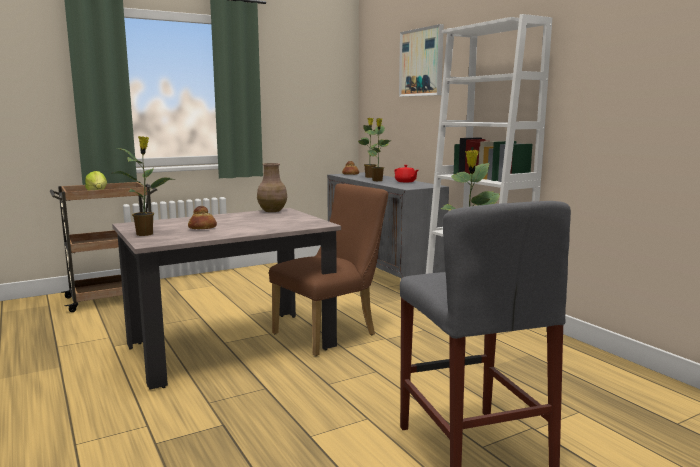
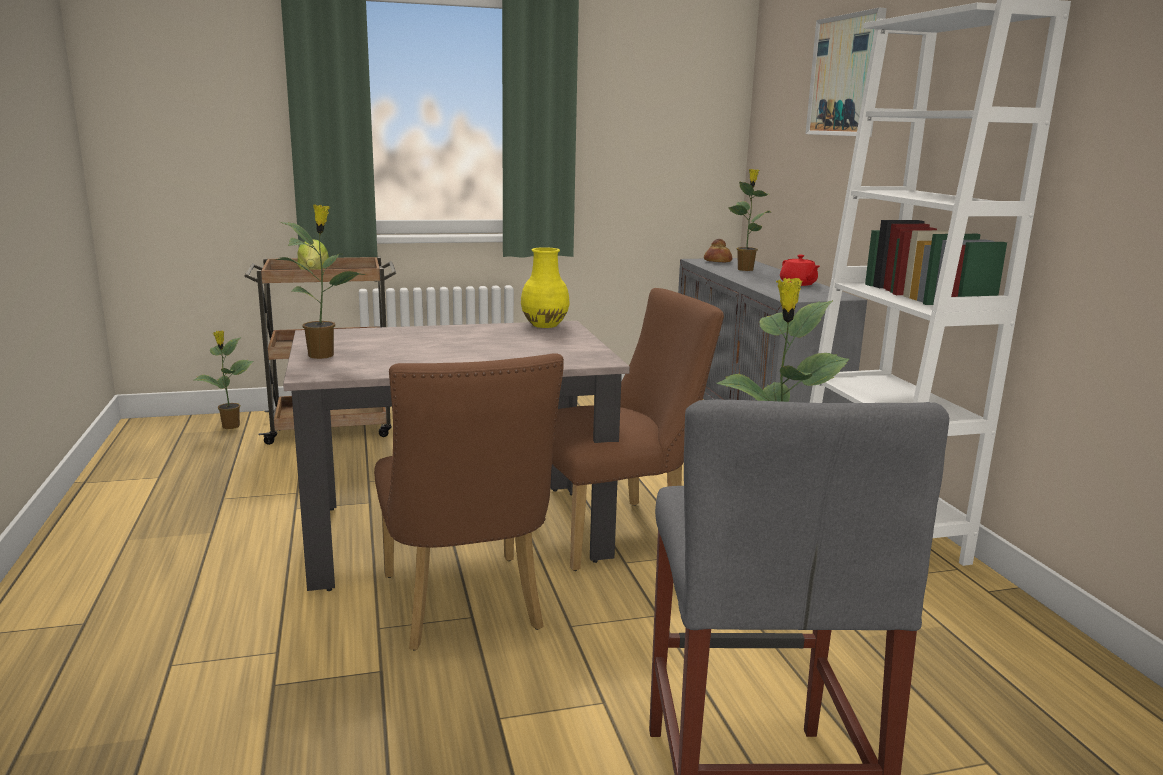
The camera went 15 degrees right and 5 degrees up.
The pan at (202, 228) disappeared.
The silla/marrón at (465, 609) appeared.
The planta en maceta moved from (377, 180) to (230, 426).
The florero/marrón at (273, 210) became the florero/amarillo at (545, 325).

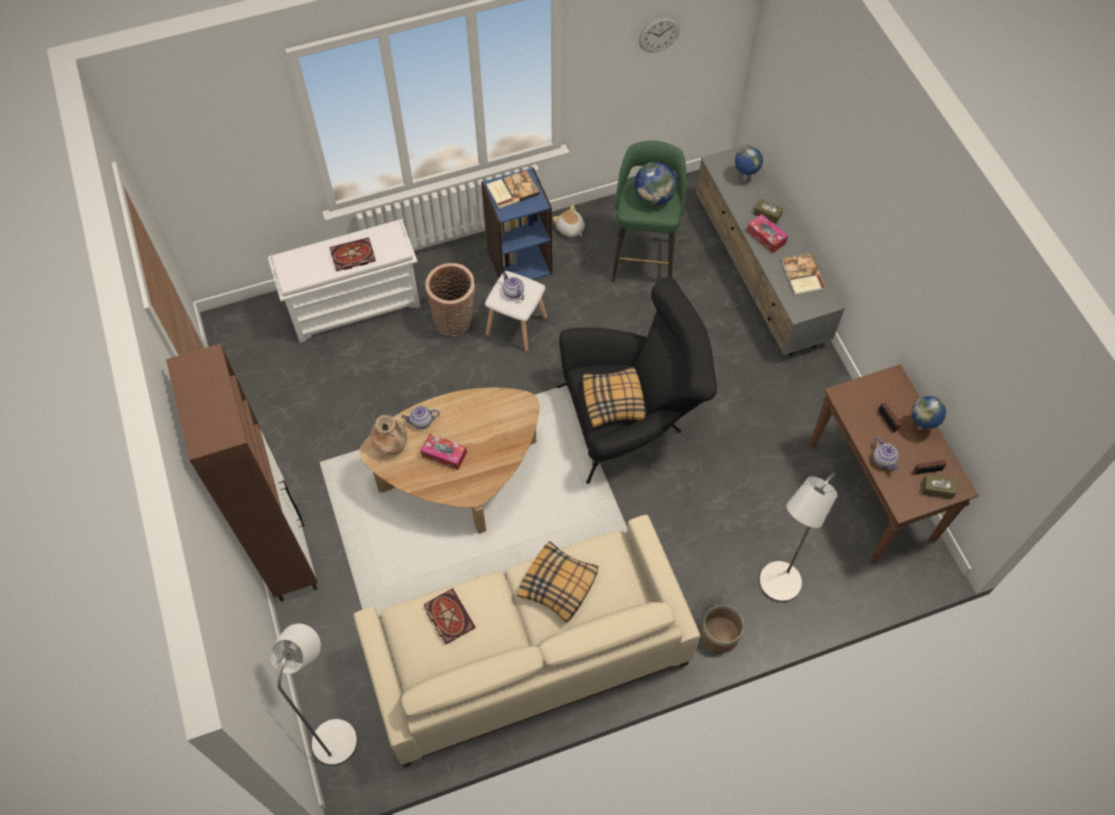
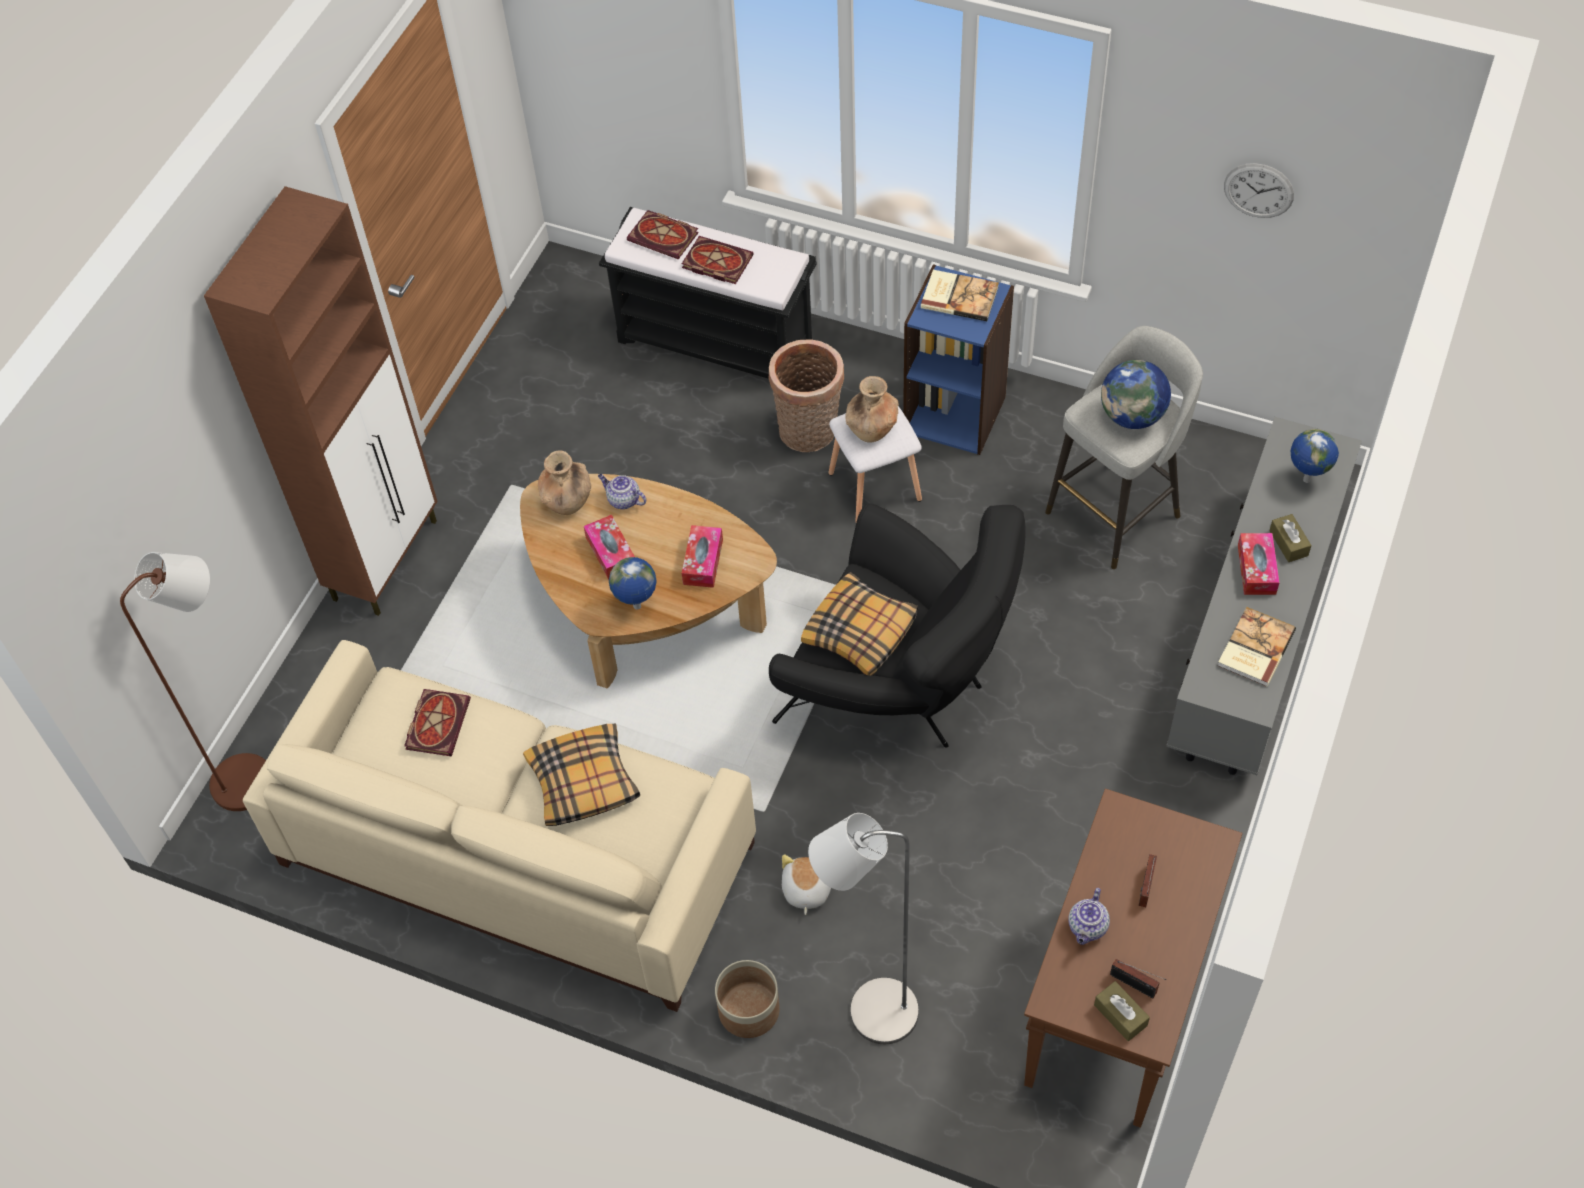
The camera went 45 degrees right and 5 degrees down.
The libro at (665, 237) appeared.
The caja de pañuelos at (703, 562) appeared.
The peluche moved from (570, 229) to (805, 889).
The globo terráqueo moved from (920, 427) to (637, 607).
The tetera at (513, 292) was replaced by the florero/marrón at (872, 427).
The banco/blanco at (356, 305) became the banco/negro at (717, 341).
The lámpara de pie/gris at (337, 733) became the lámpara de pie/marrón at (254, 776).
The taburete/verde at (644, 258) became the taburete/gris at (1116, 512).

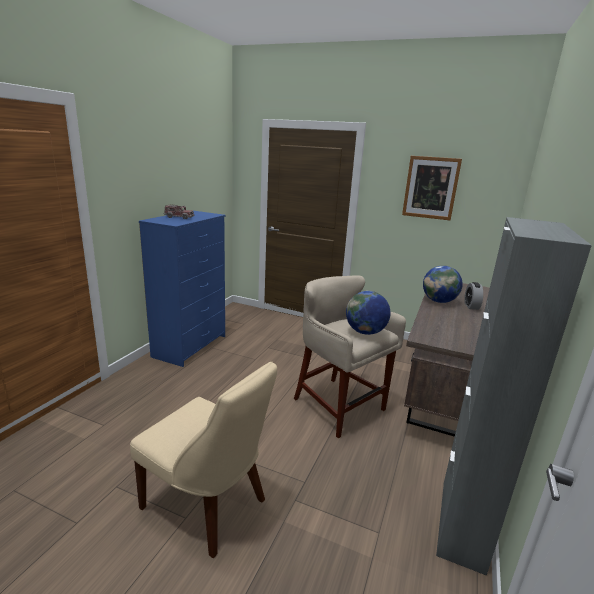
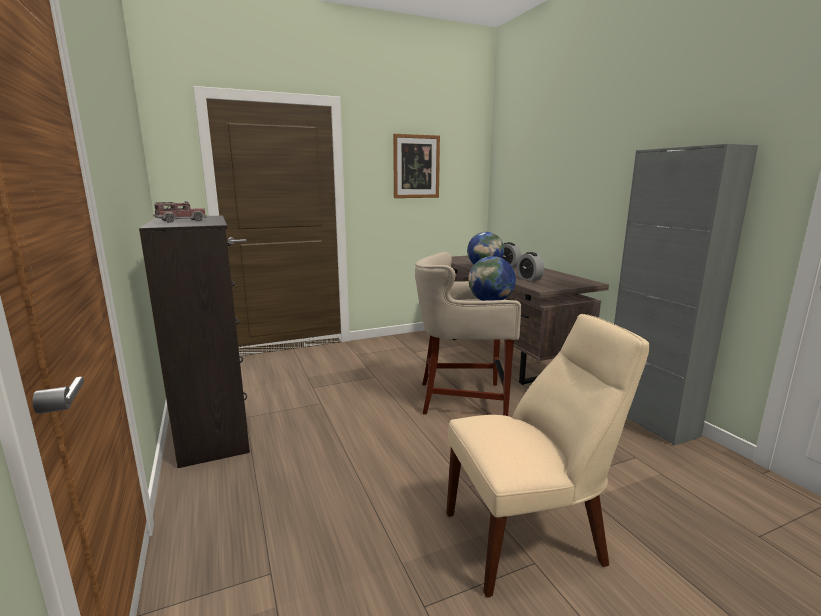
The camera went 45 degrees left and 5 degrees down.
The despertador at (529, 278) appeared.
The cómoda/azul at (191, 346) became the cómoda/negro at (215, 428).

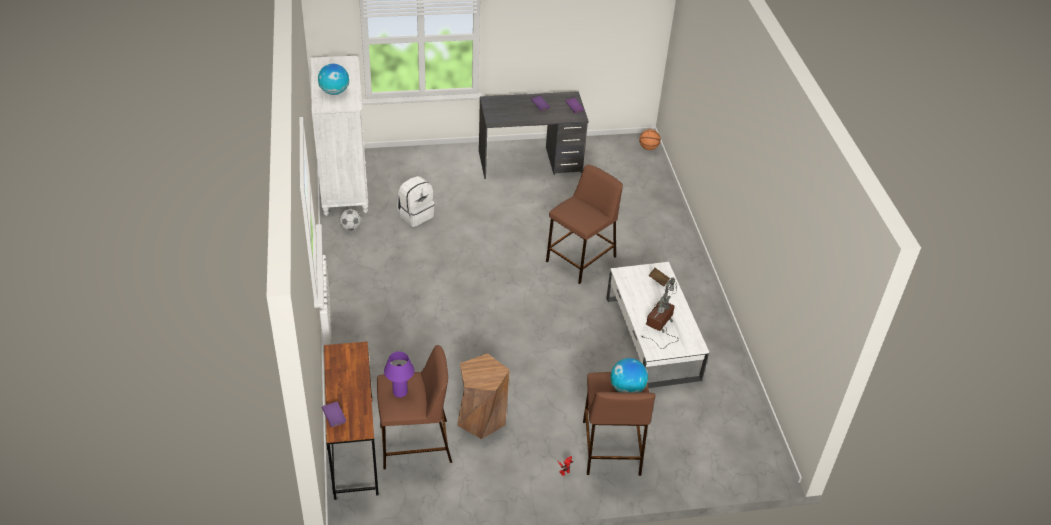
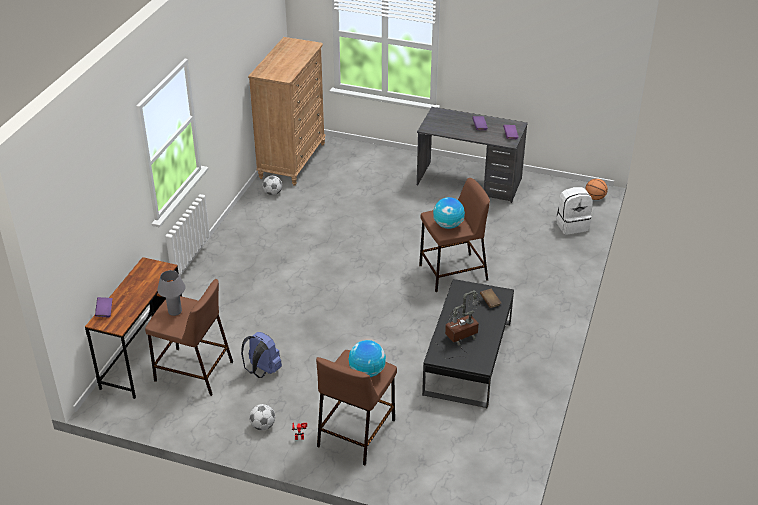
The camera went 30 degrees right and 5 degrees down.
The balón de fútbol at (263, 426) appeared.
The globo terráqueo moved from (334, 92) to (448, 225).
The mochila/blanco moved from (415, 215) to (572, 225).
The taburete/marrón at (481, 419) was replaced by the mochila/azul at (262, 371).
The cómoda/blanco at (344, 186) became the cómoda/marrón at (292, 161).
The lámpara de mesa/morado at (400, 392) became the lámpara de mesa/gris at (175, 311).
The mesa de centro/blanco at (652, 338) became the mesa de centro/negro at (468, 357).

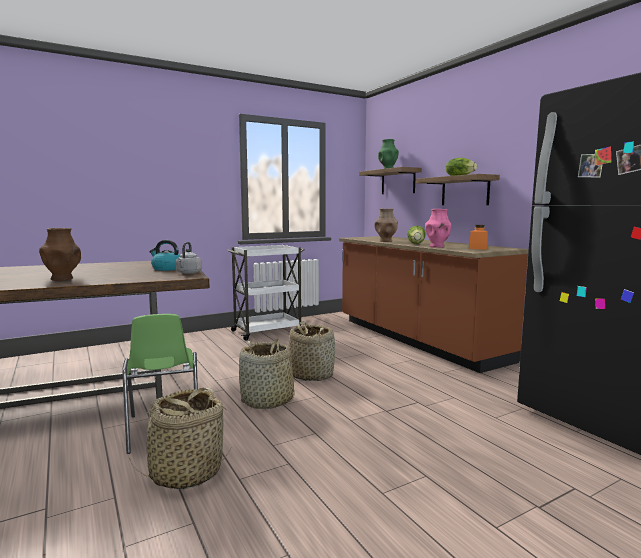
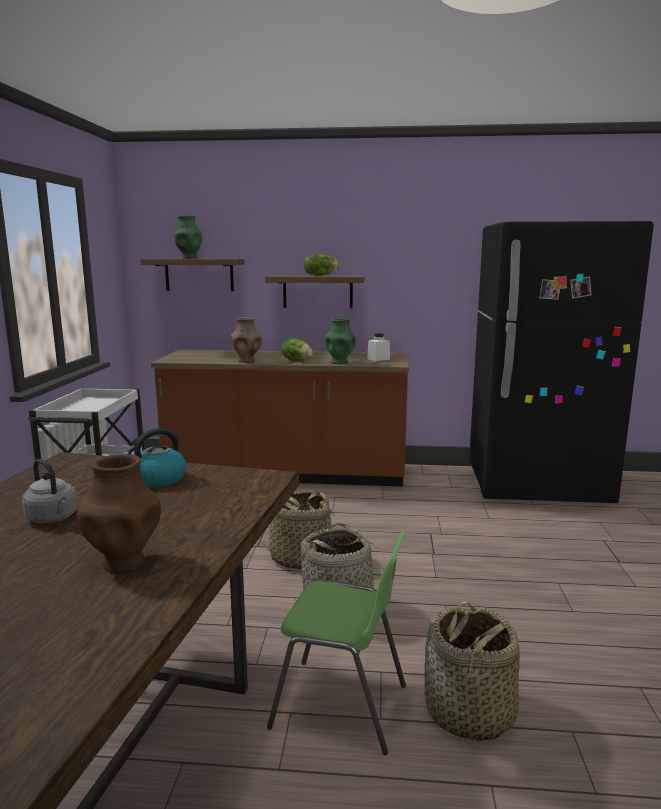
The camera went 55 degrees left and 5 degrees up.
The hervidor/gris moved from (188, 273) to (53, 518).
The florero/rosa at (437, 247) became the florero/verde at (340, 362).
The tarro/naranja at (478, 248) became the tarro/blanco at (378, 359).

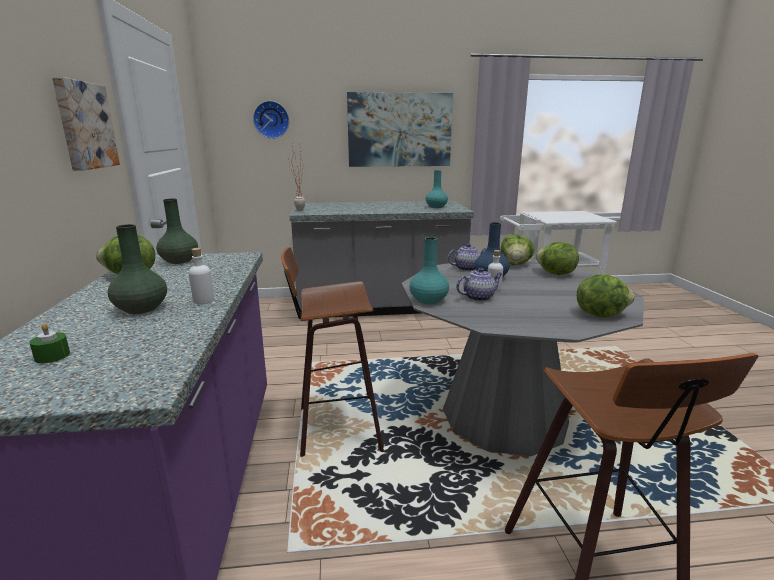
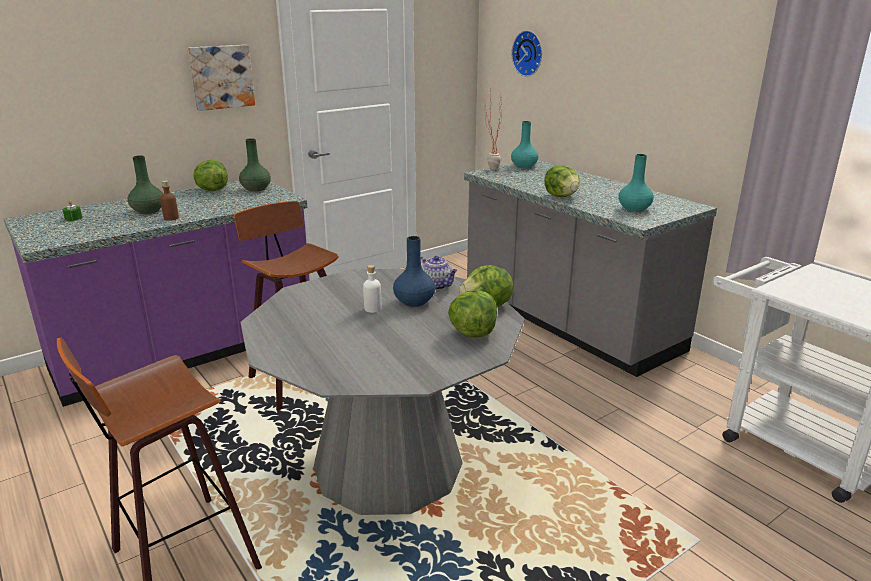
The camera went 60 degrees right and 5 degrees up.
The cuadro at (399, 130) disappeared.
The tetera at (479, 297) disappeared.
The florero/turquesa moved from (429, 300) to (524, 166).
The lechuga moved from (600, 314) to (561, 196).
The botella/blanco at (203, 300) became the botella/marrón at (171, 218).

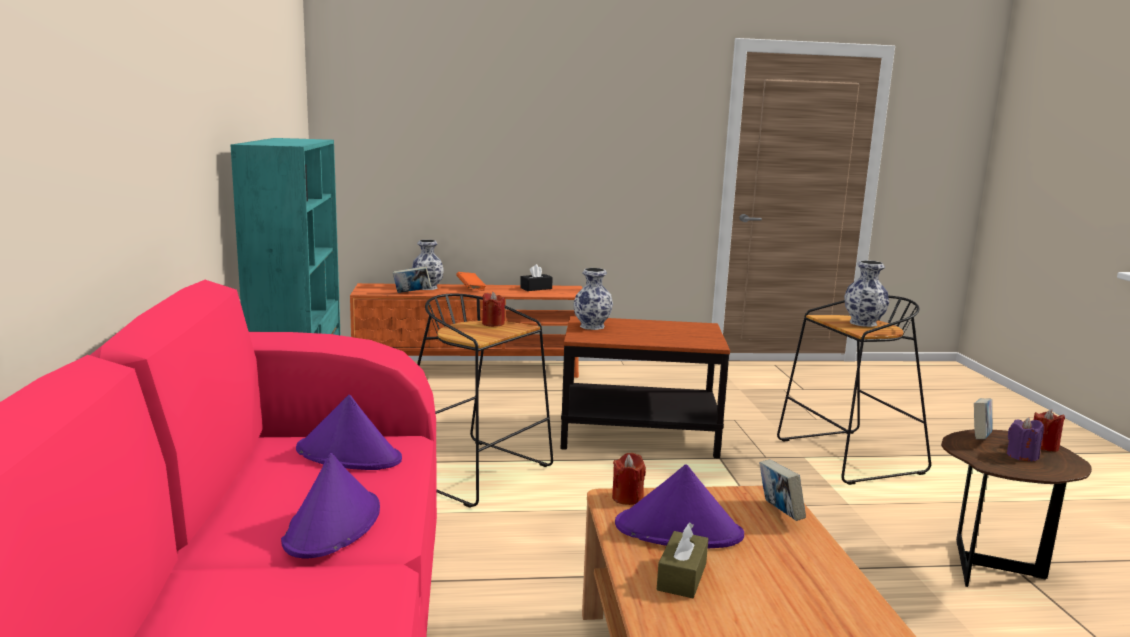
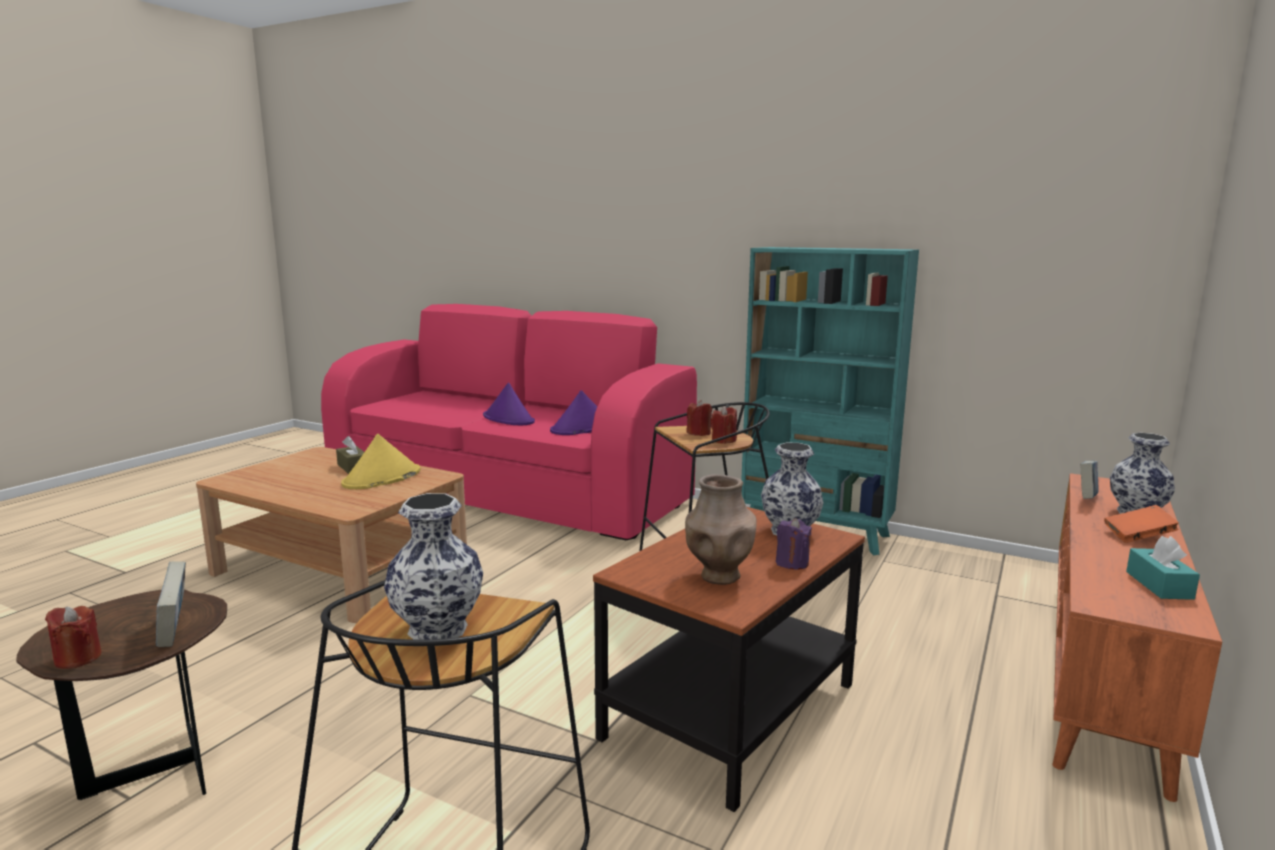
The camera went 125 degrees right and 0 degrees up.
The libro at (779, 513) disappeared.
The florero/marrón at (719, 576) appeared.
The vela/rojo moved from (627, 498) to (699, 433).
The vela/morado moved from (1022, 456) to (792, 563).
The caja de pañuelos/negro at (536, 288) became the caja de pañuelos/turquesa at (1159, 585).
The sombrero/morado at (679, 531) became the sombrero/amarillo at (382, 478).

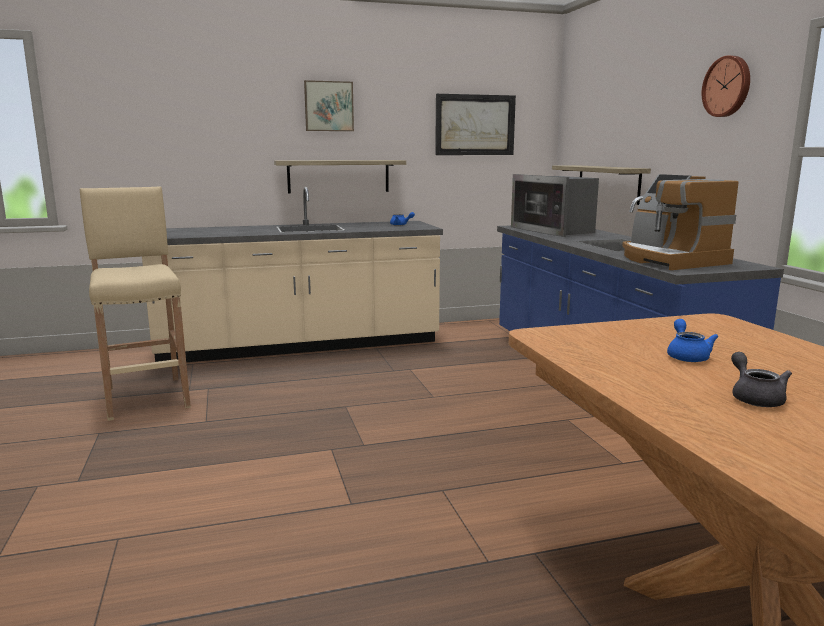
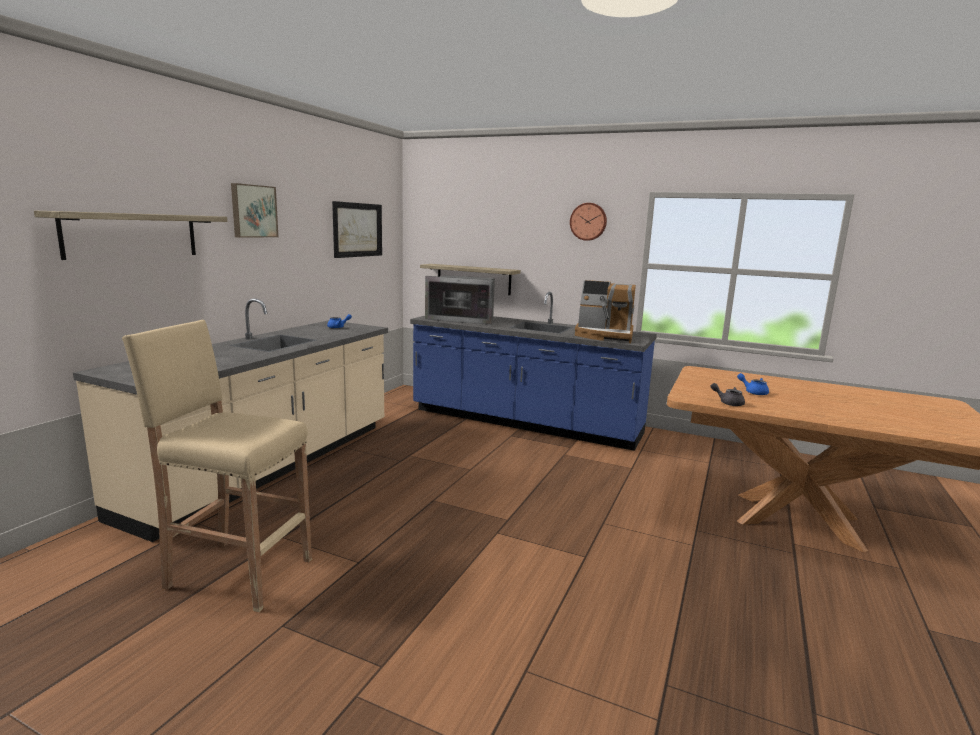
The camera went 50 degrees left and 0 degrees up.
The estante moved from (338, 176) to (132, 235).
The tetera/gris moved from (754, 398) to (728, 403).

